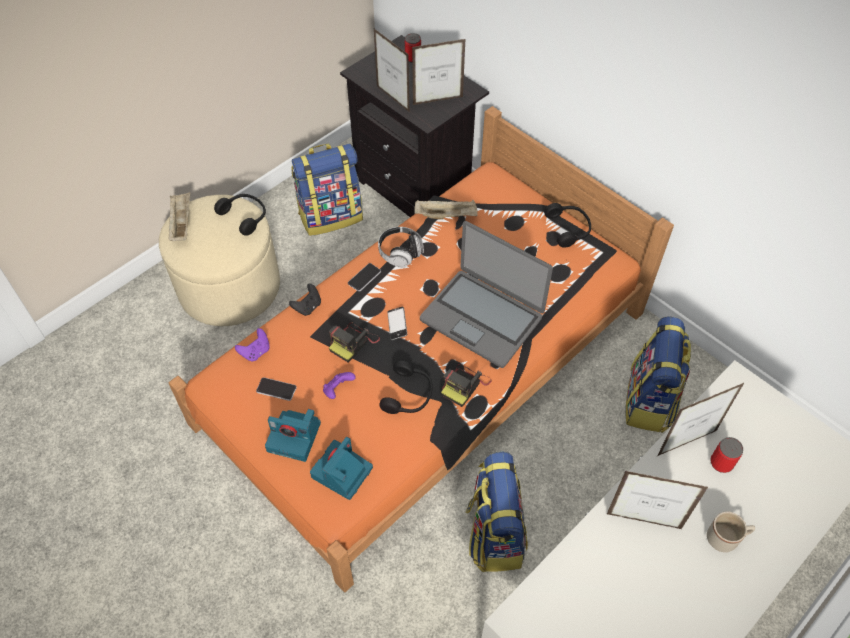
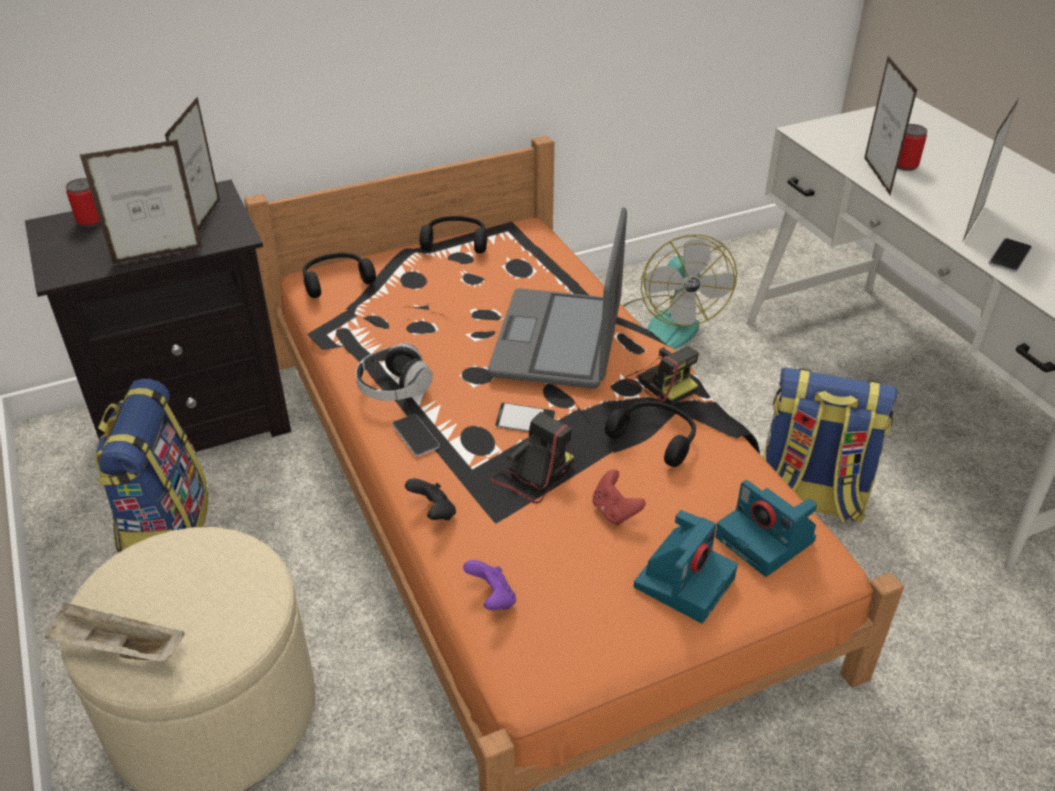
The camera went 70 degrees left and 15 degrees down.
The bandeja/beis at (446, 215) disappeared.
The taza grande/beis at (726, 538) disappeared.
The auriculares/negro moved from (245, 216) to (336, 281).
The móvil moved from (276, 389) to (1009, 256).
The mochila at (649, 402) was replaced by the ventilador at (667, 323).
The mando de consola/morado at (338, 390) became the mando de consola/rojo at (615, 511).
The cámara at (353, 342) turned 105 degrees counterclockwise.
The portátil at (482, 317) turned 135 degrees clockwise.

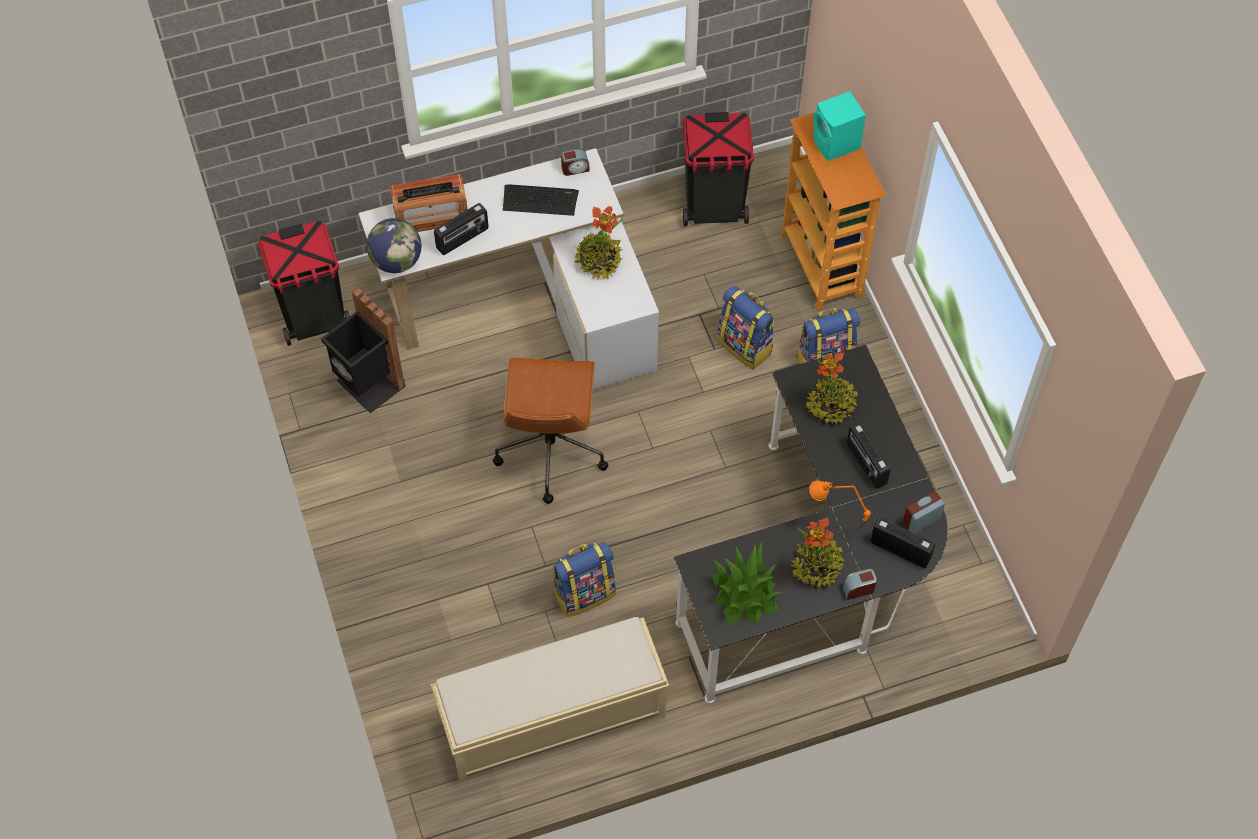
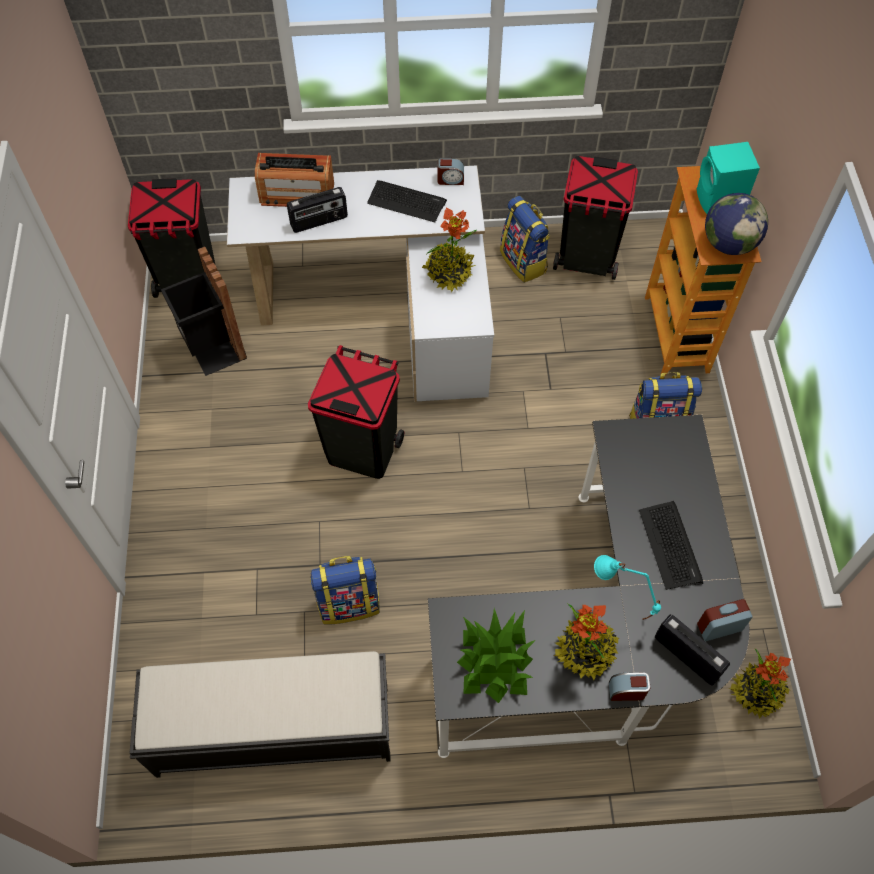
The camera went 15 degrees right and 0 degrees up.
The globo terráqueo moved from (396, 261) to (728, 244).
The mochila moved from (746, 345) to (524, 261).
The planta en maceta moved from (831, 405) to (757, 693).
The silla de oficina/marrón at (550, 450) was replaced by the papelera/negro at (362, 450).
The radio at (865, 464) was replaced by the teclado at (670, 545).
The banco/beis at (551, 718) became the banco/negro at (272, 730).
The lámpara de mesa/naranja at (834, 529) became the lámpara de mesa/turquesa at (616, 612).

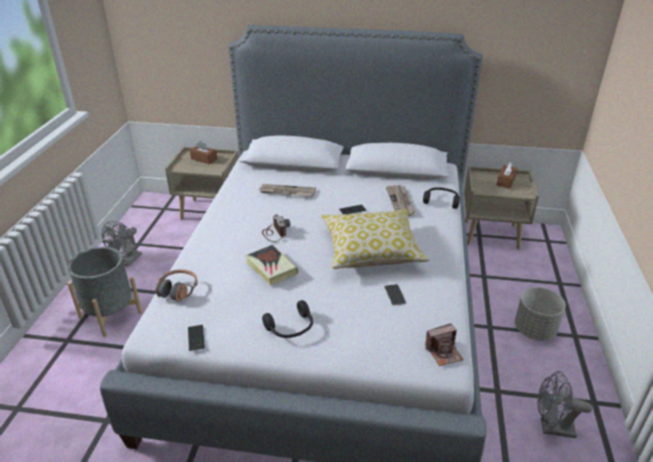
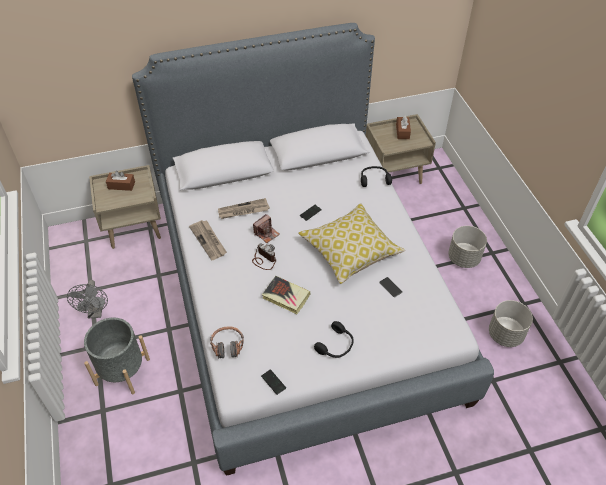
The camera went 25 degrees left and 15 degrees up.
The periódico moved from (400, 202) to (209, 241).
The cámara moved from (443, 352) to (266, 233).
The ventilador/gris at (552, 428) was replaced by the maceta/gris at (505, 334).

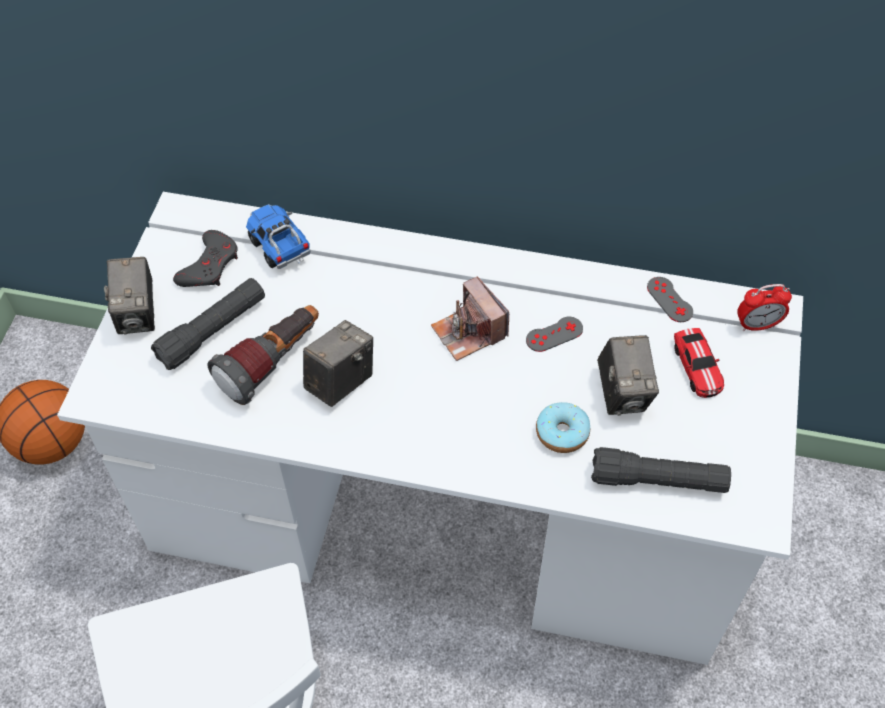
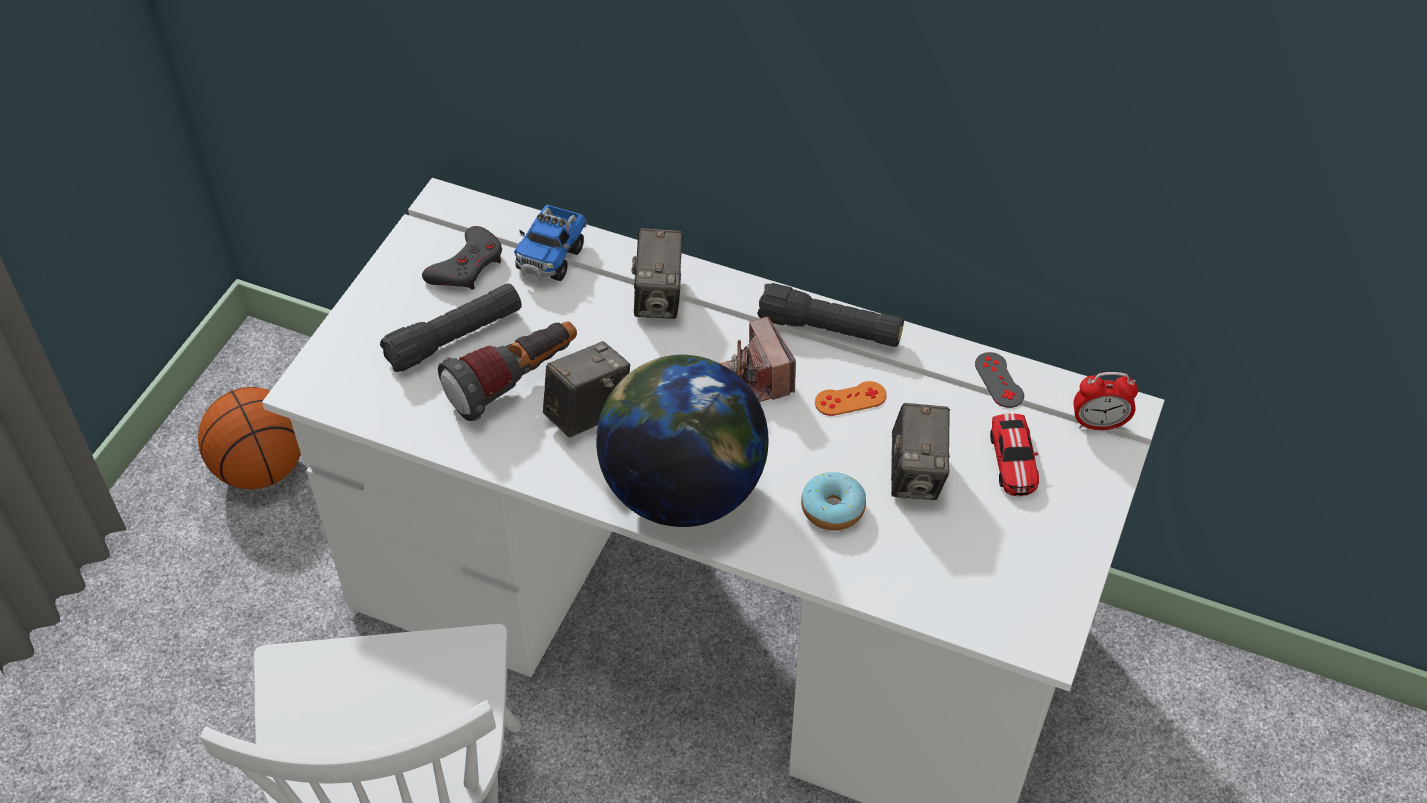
The camera went 10 degrees right and 5 degrees down.
The globo terráqueo at (683, 490) appeared.
The cámara moved from (138, 314) to (659, 299).
The linterna/negro moved from (658, 480) to (830, 329).
The mando de consola/gris at (554, 334) became the mando de consola/naranja at (850, 399).
The camión de juguete at (279, 247) turned 135 degrees counterclockwise.

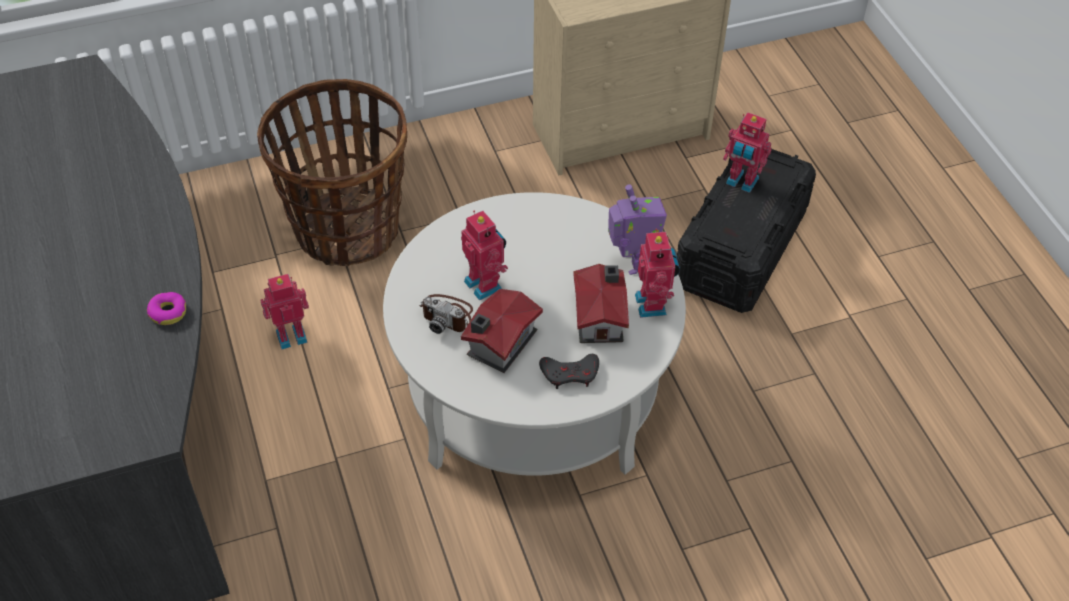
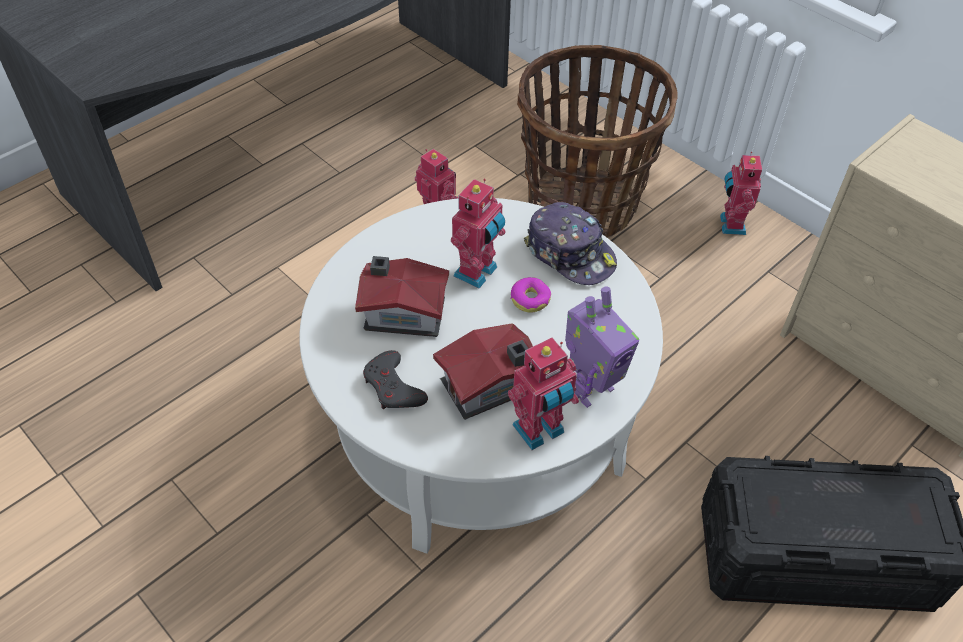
The camera went 65 degrees right and 0 degrees up.
The cámara at (448, 315) disappeared.
The gorra at (570, 253) appeared.
The rosquilla moved from (168, 312) to (530, 299).
The robot de juguete moved from (741, 182) to (730, 225).

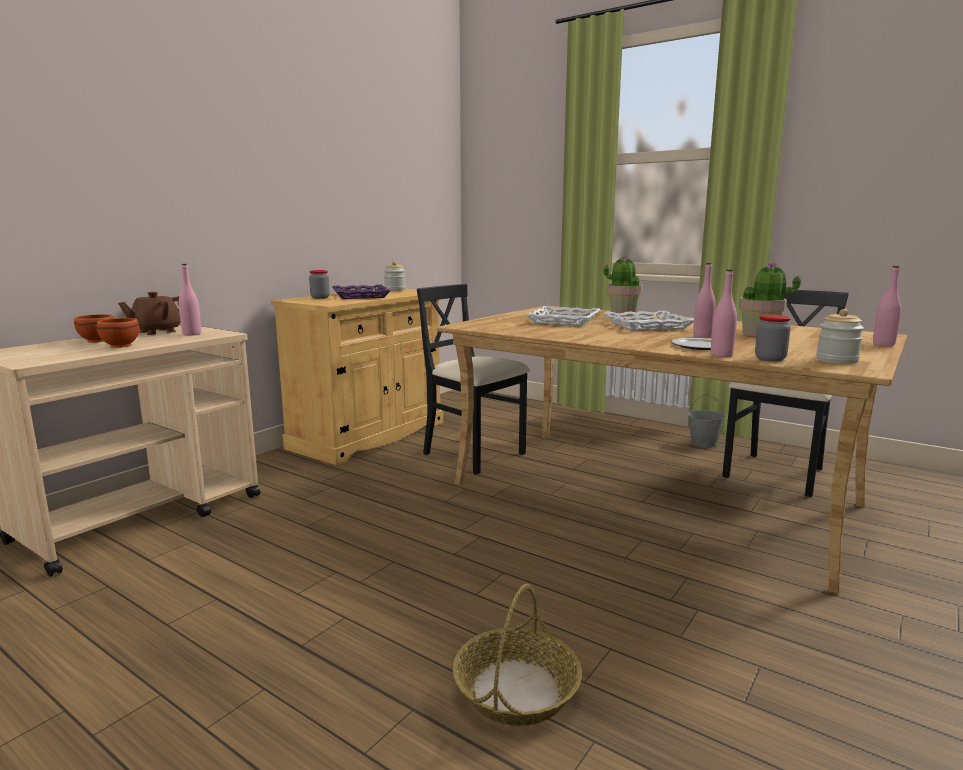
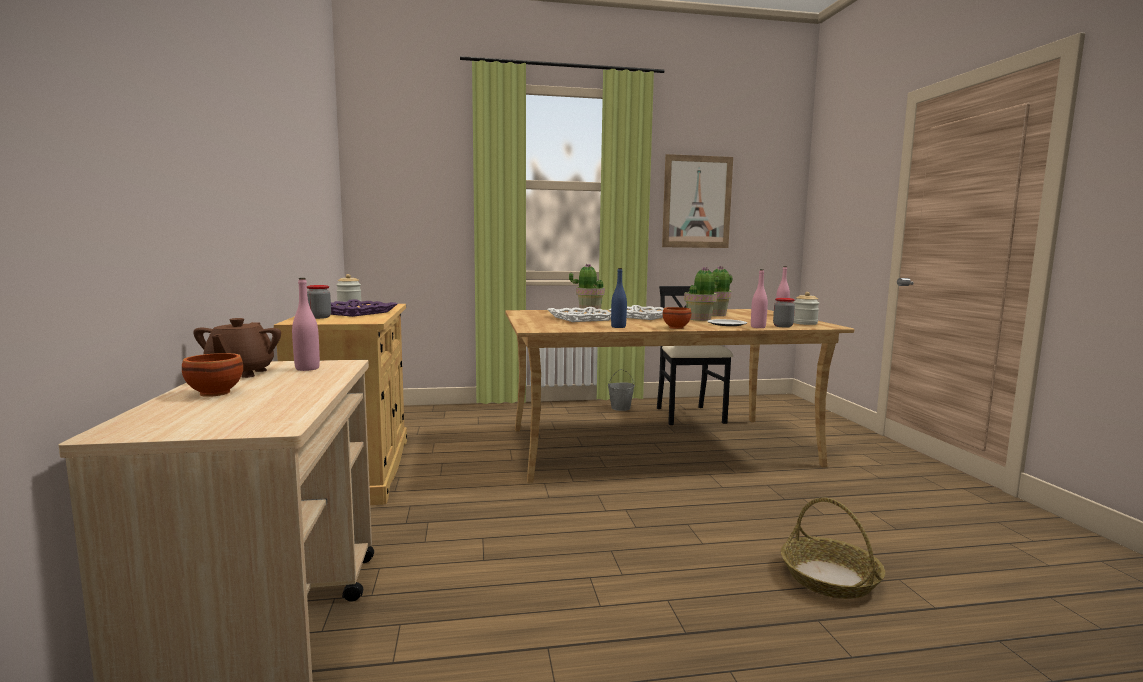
The camera went 45 degrees left and 5 degrees down.
The silla/negro at (474, 454) disappeared.
The botella/azul at (618, 327) appeared.
The cuadro at (697, 202) appeared.
The cuenco/marrón moved from (120, 345) to (675, 328).
The botella/rosa at (702, 336) was replaced by the planta en maceta at (699, 319).

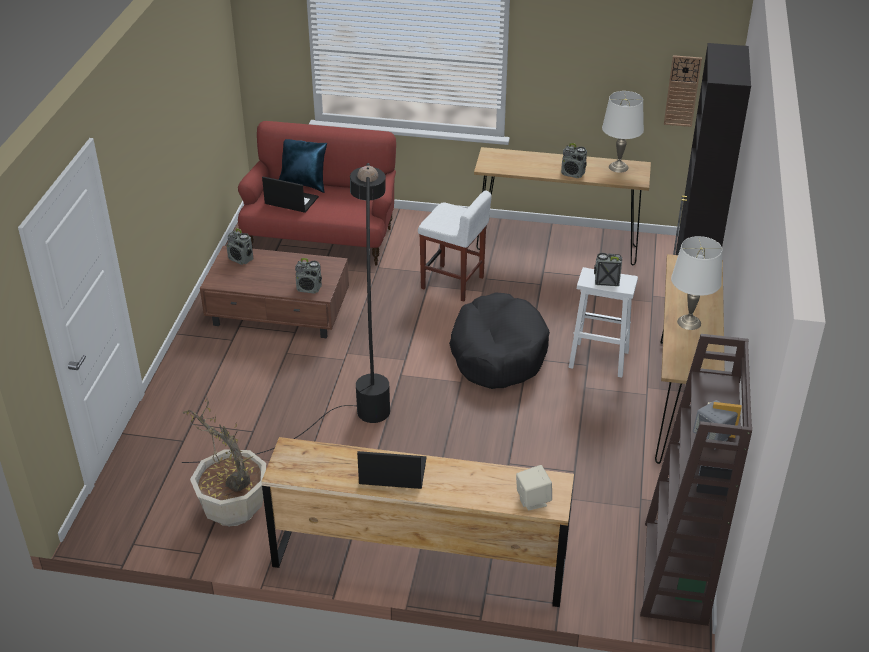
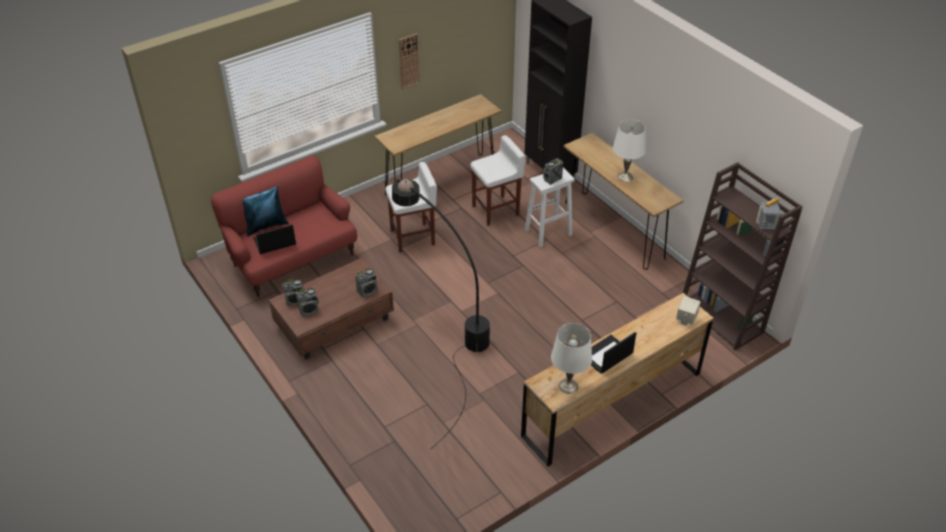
The camera went 45 degrees left and 5 degrees up.
The planta en maceta at (233, 509) disappeared.
The cama para perro/negro at (498, 353) disappeared.
The taburete/blanco at (496, 210) appeared.
The radio moved from (573, 174) to (309, 310).
The lámpara de mesa/blanco moved from (619, 167) to (568, 386).
The reloj de pared moved from (682, 91) to (409, 61).

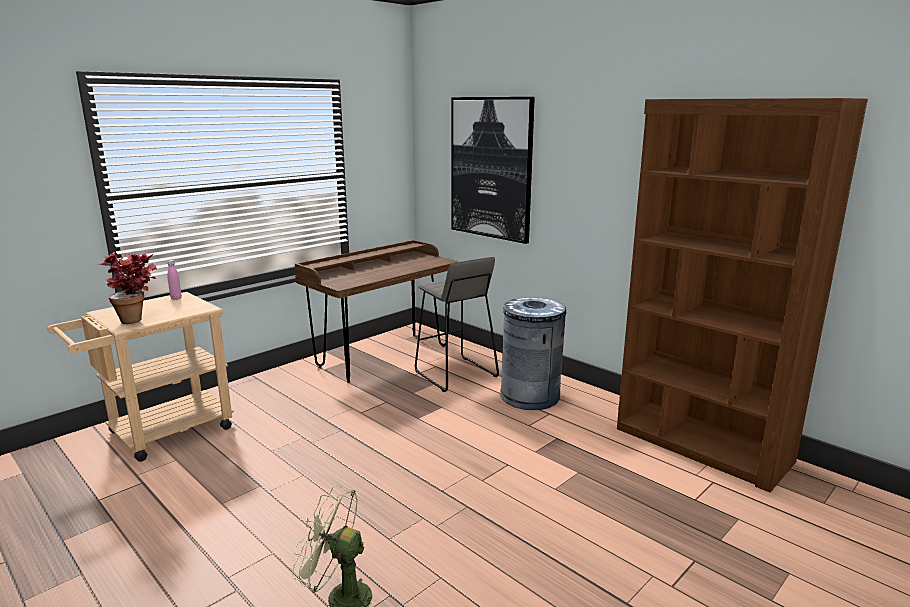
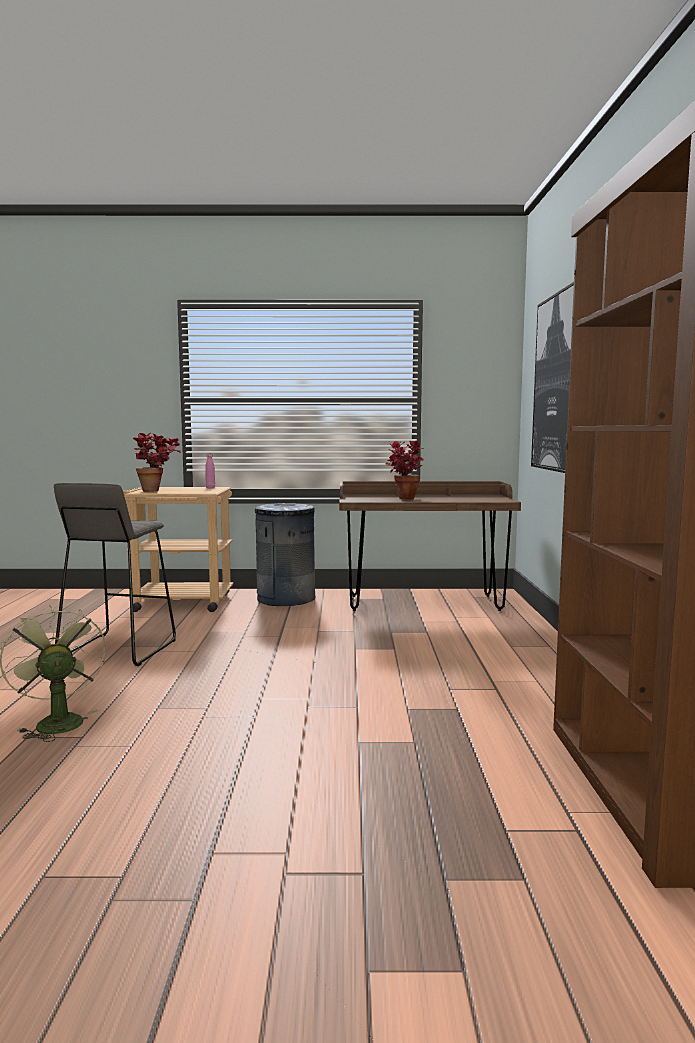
The camera went 45 degrees right and 10 degrees down.
The planta en maceta at (403, 499) appeared.
The taburete/gris moved from (455, 374) to (117, 650).
The papelera/gris moved from (530, 396) to (286, 599).

